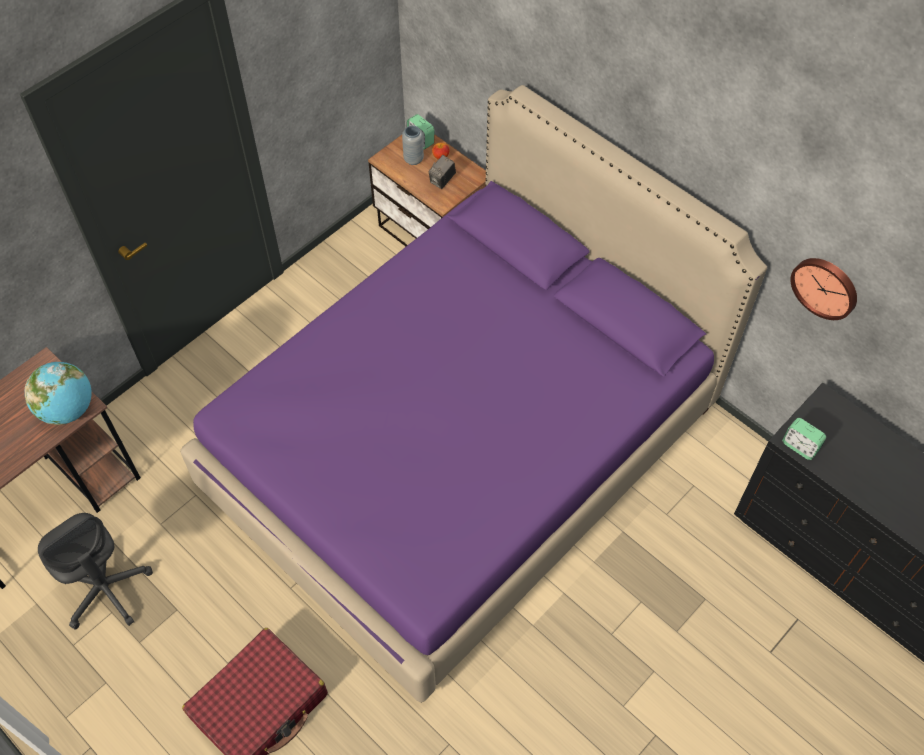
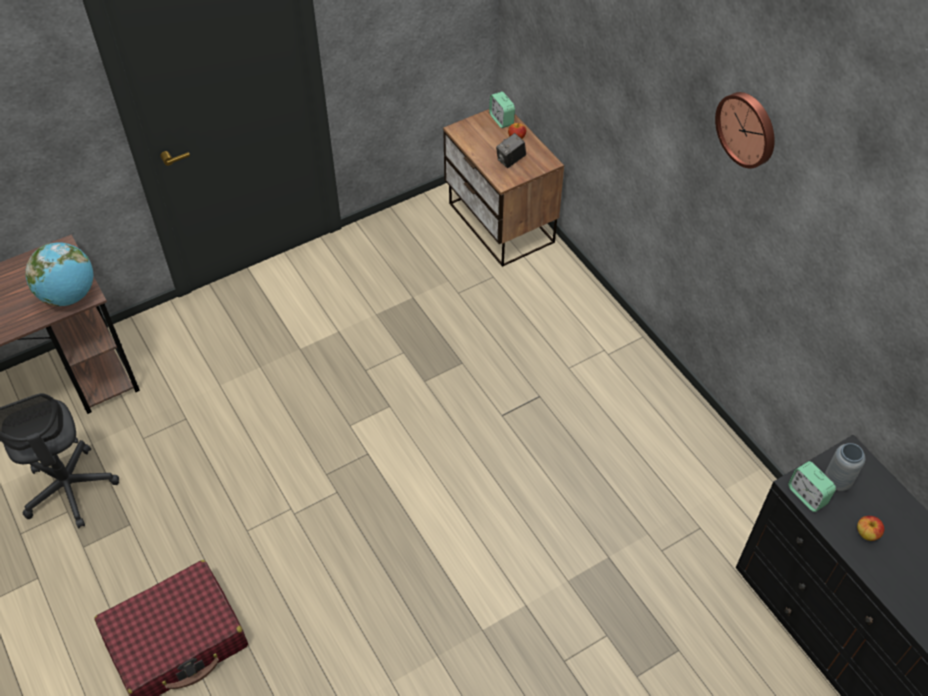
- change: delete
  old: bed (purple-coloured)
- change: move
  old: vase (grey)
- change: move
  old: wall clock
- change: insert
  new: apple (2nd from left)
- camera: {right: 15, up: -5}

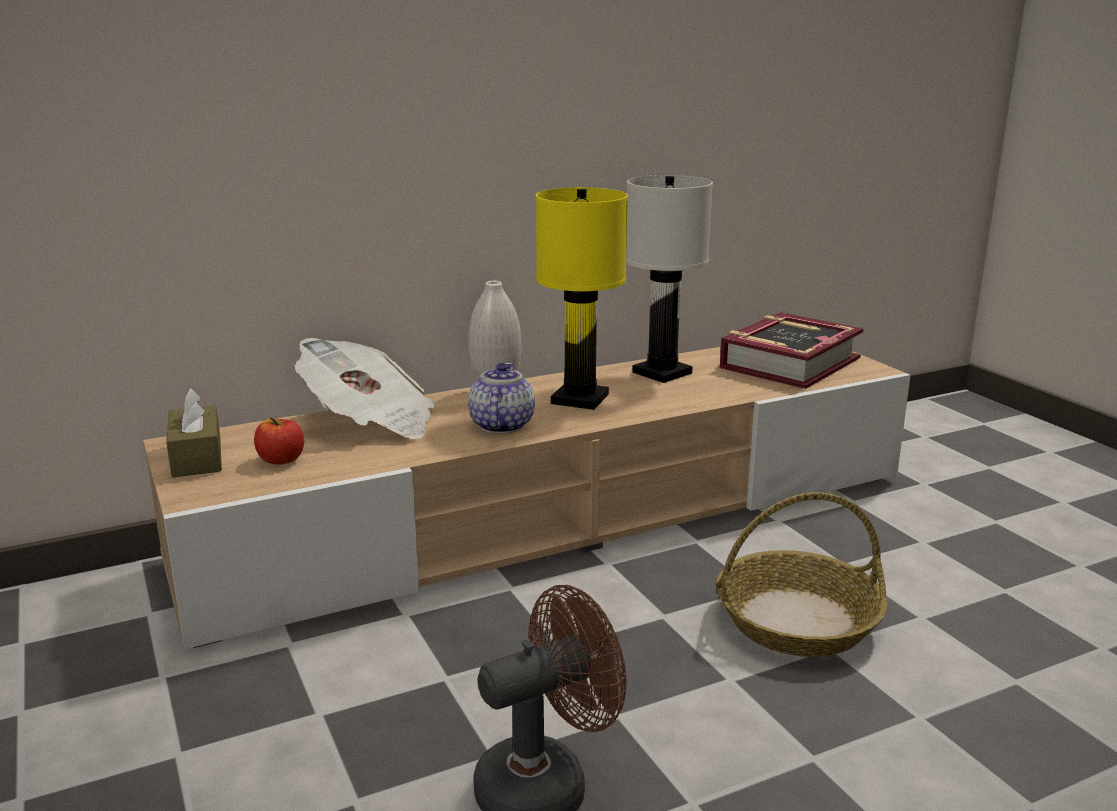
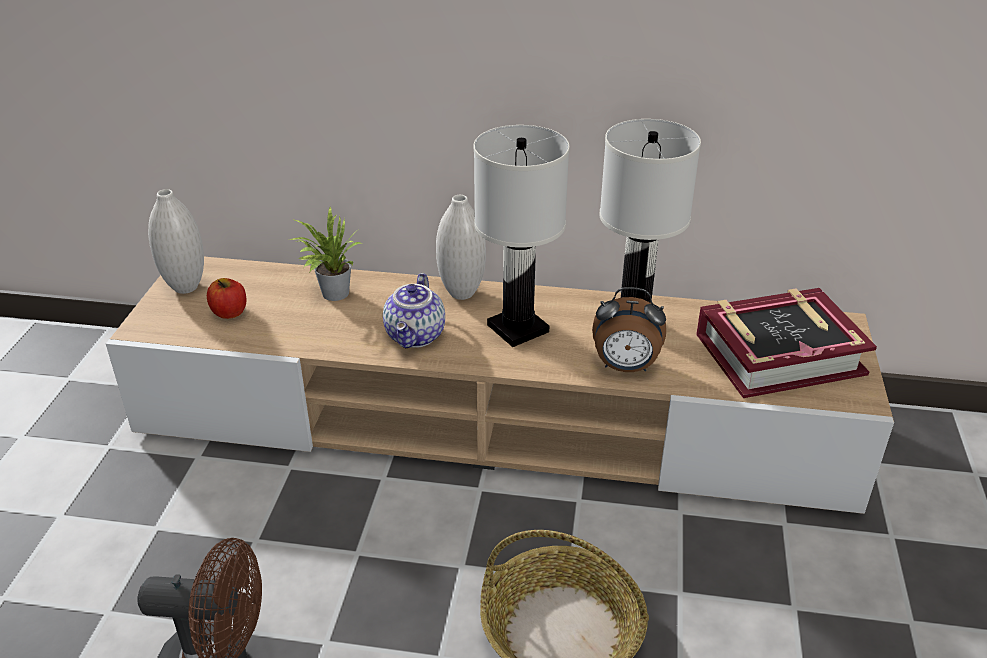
- change: replace
  old: box of tissues (brown-coloured)
  new: vase (white-coloured) (1st from left)
- change: replace
  old: newspaper
  new: houseplant
- change: rotate
  old: pot for tea
  degrees: 150
- change: recolor
  old: tabletop lamp (yellowish)
  new: tabletop lamp (white-coloured) (1st from left)
- change: insert
  new: table clock
- camera: {right: 35, up: 15}

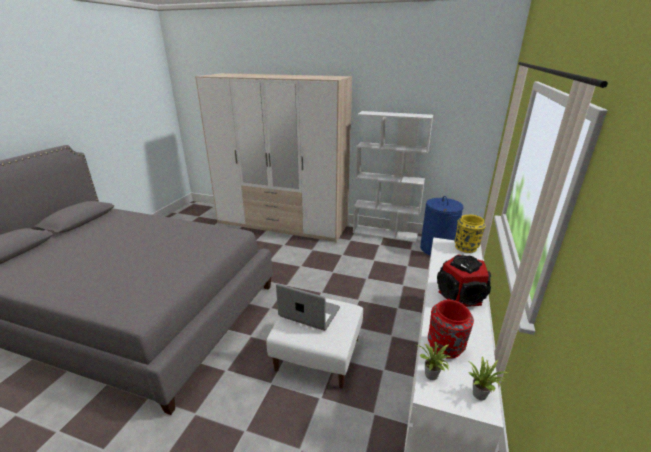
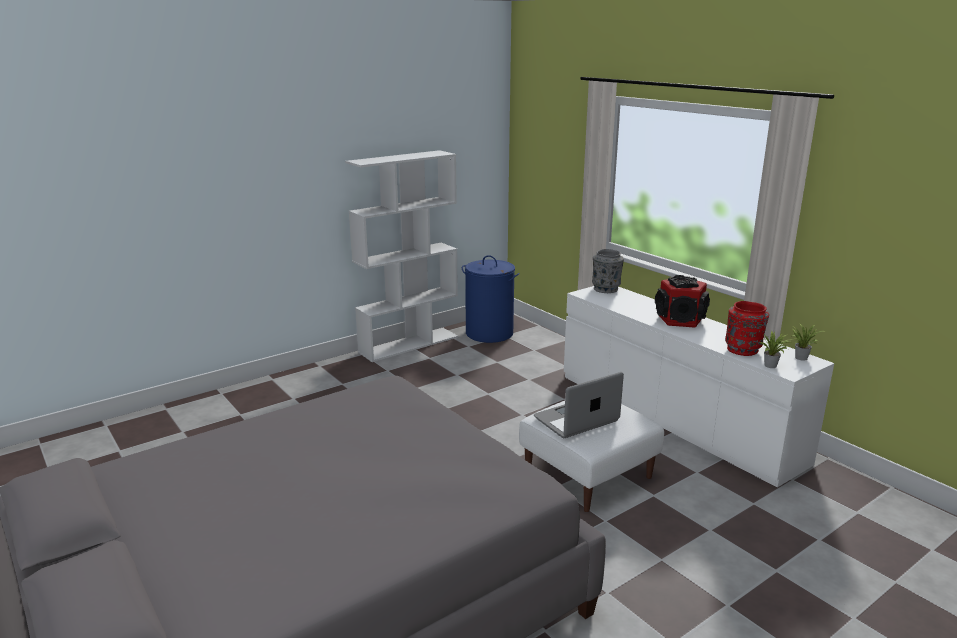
- change: delete
  old: armoire
- change: recolor
  old: vase (yellowish)
  new: vase (grey)
- camera: {right: -55, up: -5}

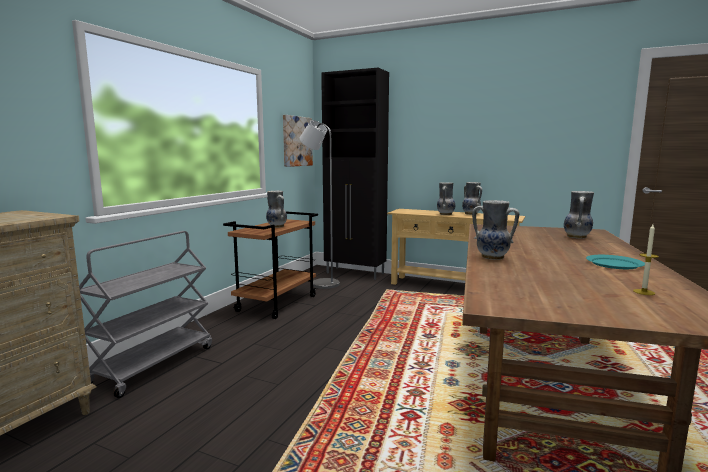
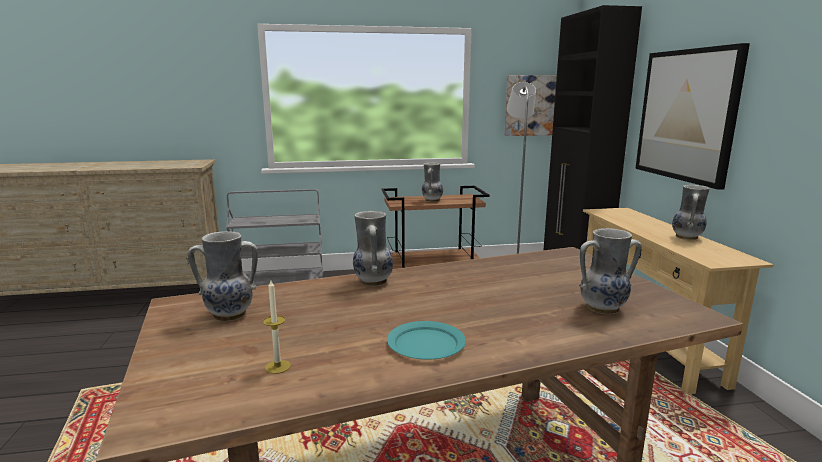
- change: move
  old: vase (2nd from left in the first image)
  new: vase (1st from left)
- change: insert
  new: wall picture (2nd from left)
- camera: {right: 55, up: 5}

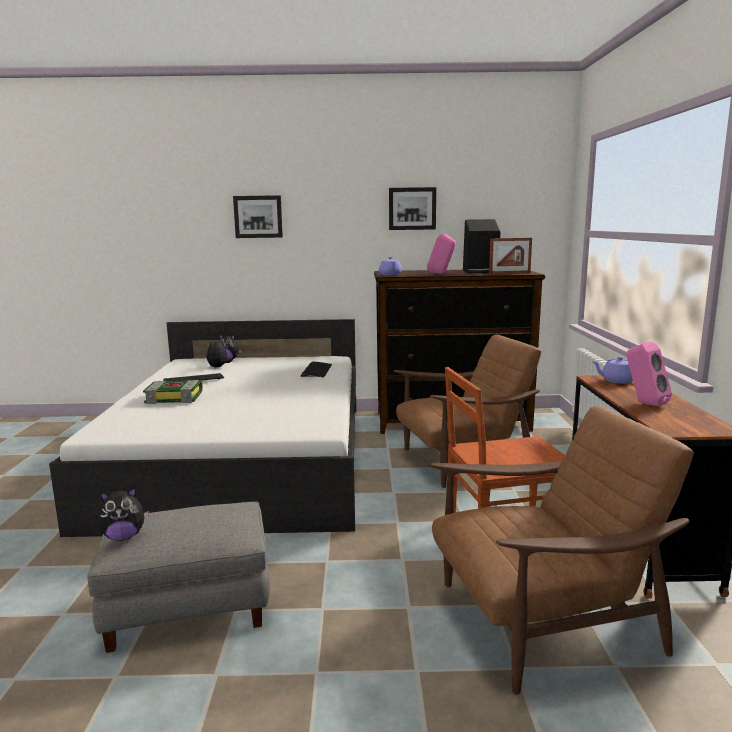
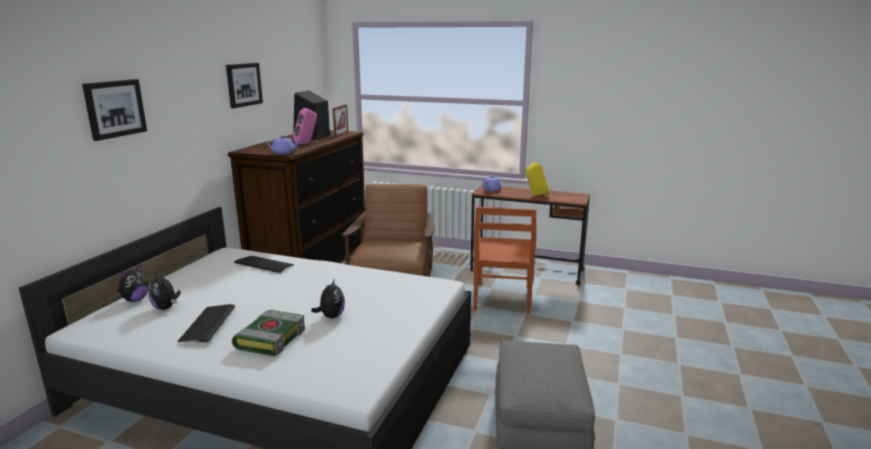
- change: move
  old: soft toy (1st from left in the first image)
  new: soft toy (3rd from left)
- change: delete
  old: easy chair (brown-coloured) (2nd from left)
- change: recolor
  old: loudspeaker (pinkish) (2nd from left)
  new: loudspeaker (yellowish)
- camera: {right: -70, up: 5}

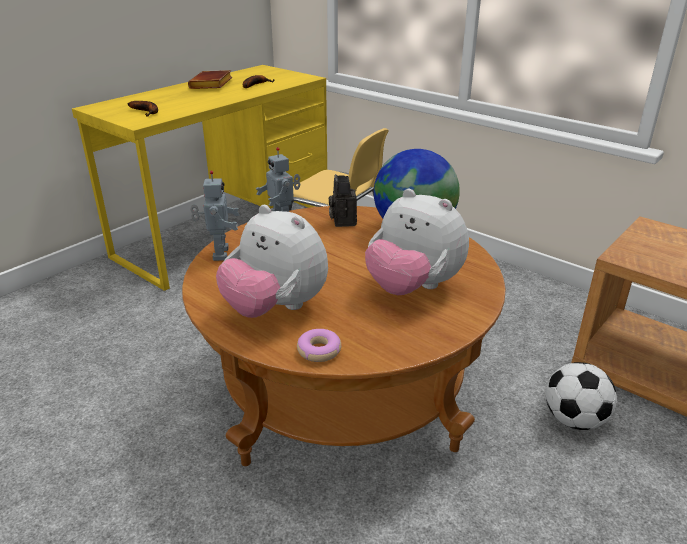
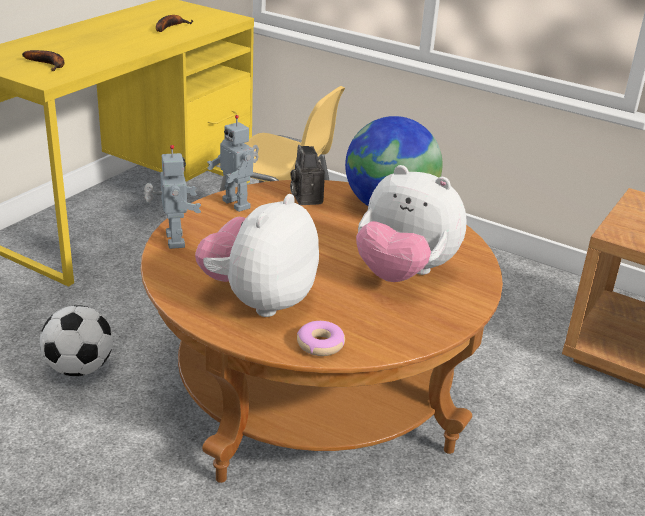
- change: delete
  old: volume (brown-coloured)
- change: rotate
  old: soft toy (1st from left)
  degrees: 90
- change: move
  old: football ball
- camera: {right: -10, up: 0}

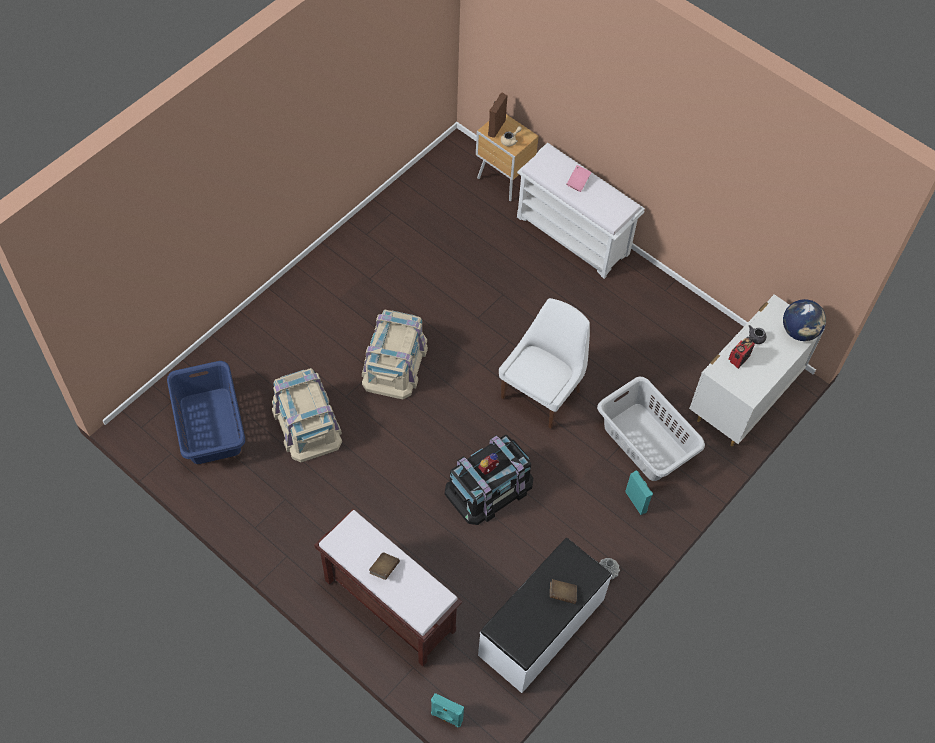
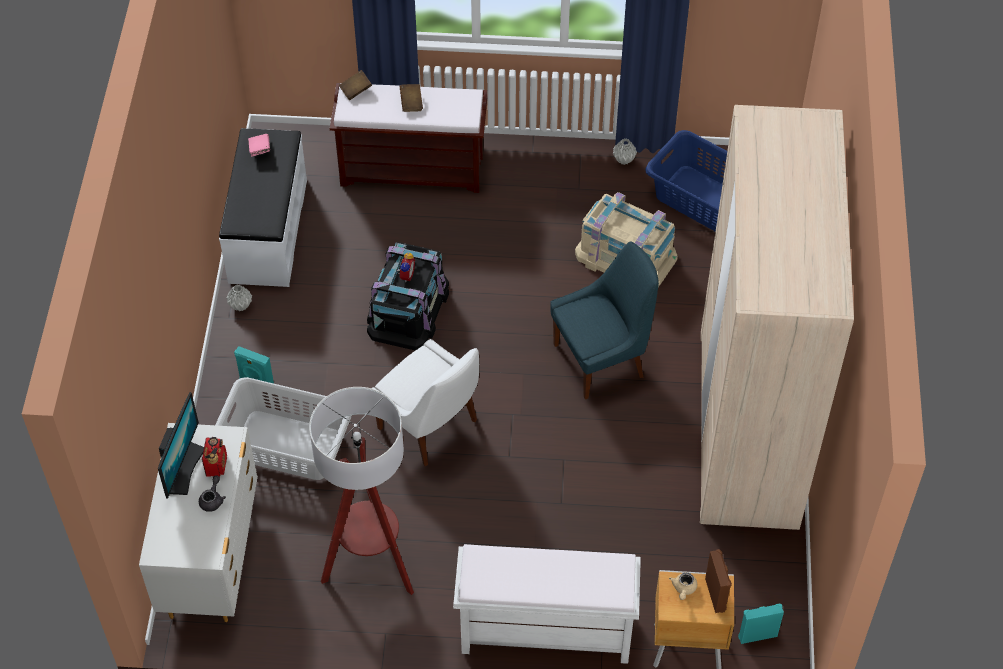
- change: replace
  old: storage bin (sand-coloured) (2nd from left)
  new: plain chair (blue)
- change: move
  old: loudspeaker (turquoise) (1st from left in the first image)
  new: loudspeaker (turquoise) (2nd from left)
- change: rotate
  old: plain chair (white-coloured)
  degrees: -45
- change: move
  old: volume (brown-coloured) (2nd from left in the first image)
  new: volume (brown-coloured) (1st from left)
- change: move
  old: volume (pinkish)
- change: delete
  old: world globe
- change: insert
  new: monitor
- change: insert
  new: floor lamp
- change: insert
  new: vase (grey) (2nd from left)
- change: insert
  new: armoire (sand-coloured)
- camera: {right: 145, up: -5}

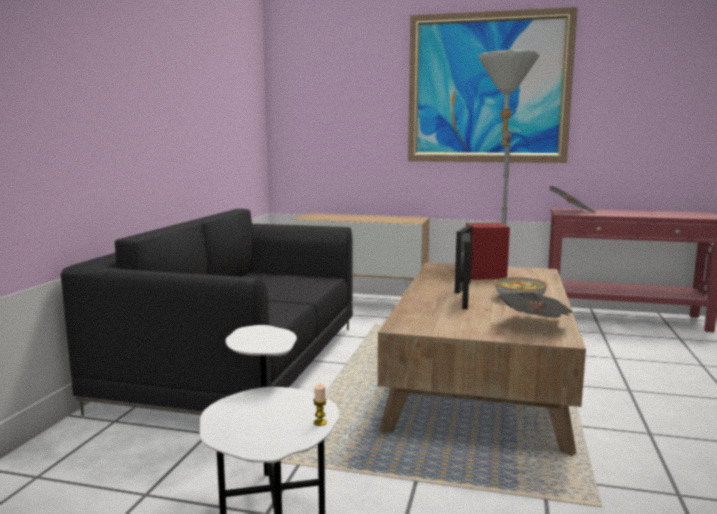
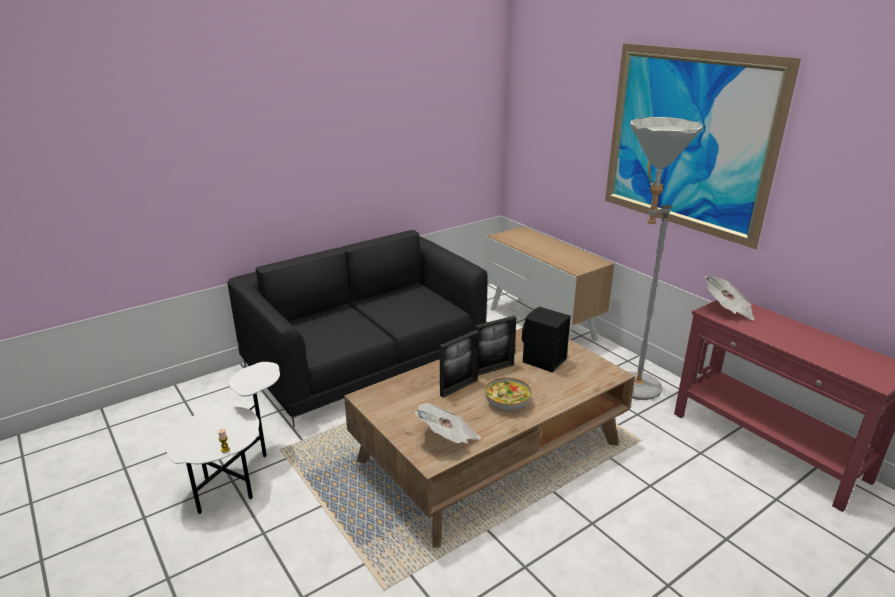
- change: recolor
  old: loudspeaker (reddish)
  new: loudspeaker (black-coloured)
- camera: {right: 40, up: 15}

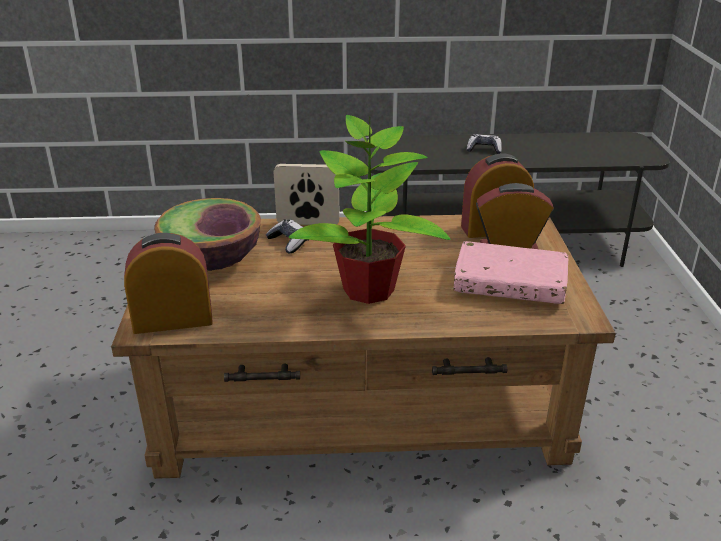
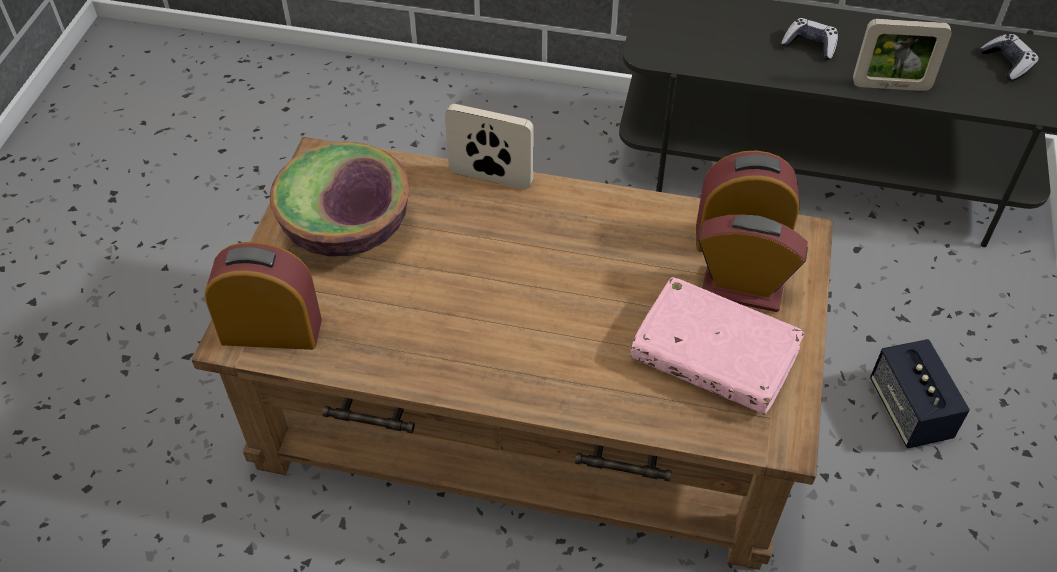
- change: move
  old: gamepad (1st from left in the first image)
  new: gamepad (2nd from left)
- change: delete
  old: houseplant
- change: insert
  new: standing frame (2nd from left)
- change: insert
  new: loudspeaker
- camera: {right: 15, up: 20}

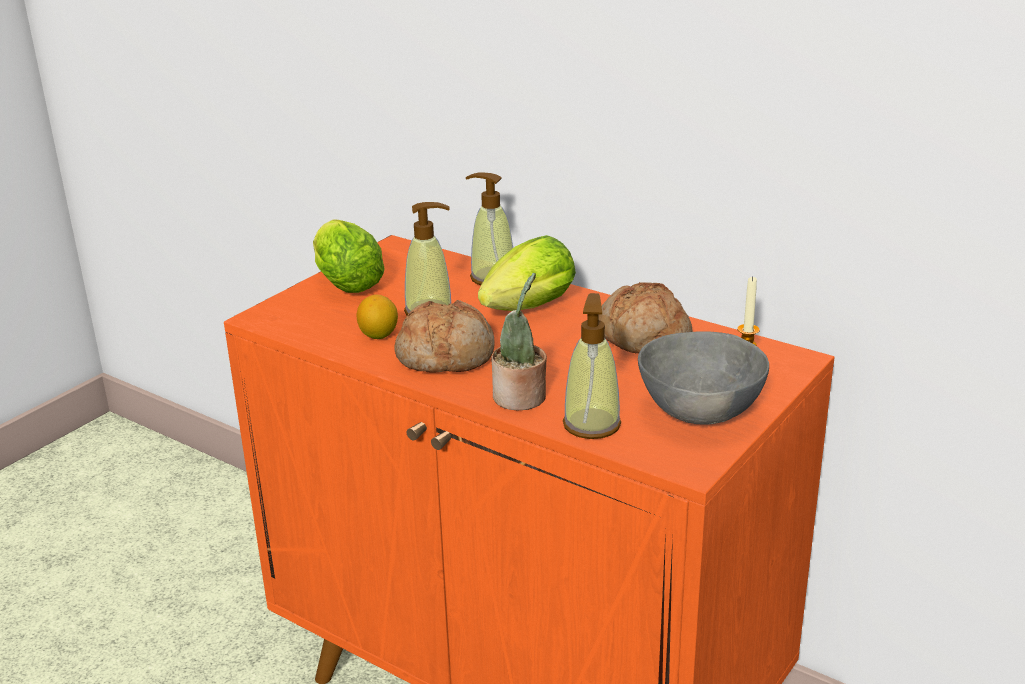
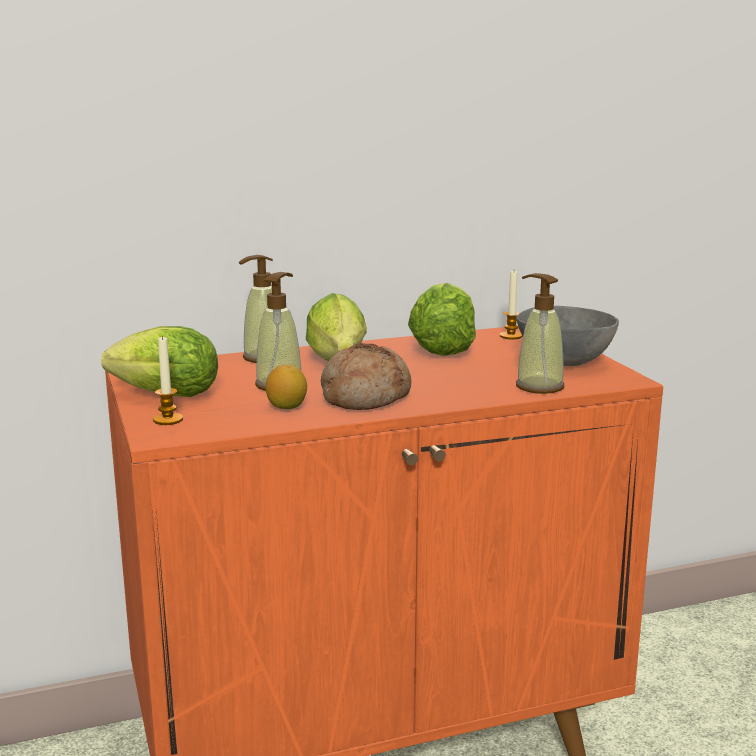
- change: delete
  old: houseplant
- change: replace
  old: bread (2nd from left)
  new: head of lettuce (3rd from left)
- change: insert
  new: wax light (1st from left)
- camera: {right: -55, up: -10}

